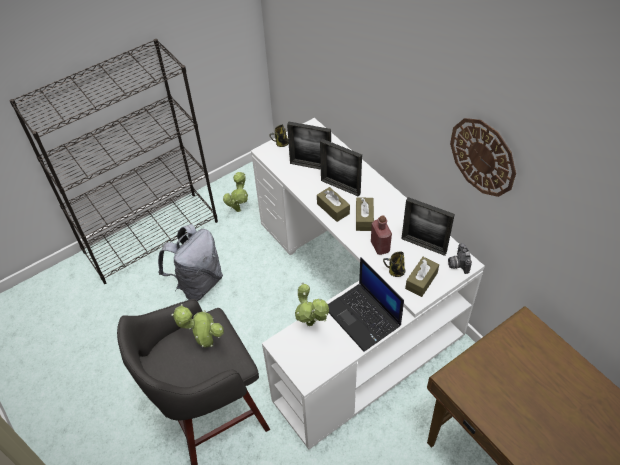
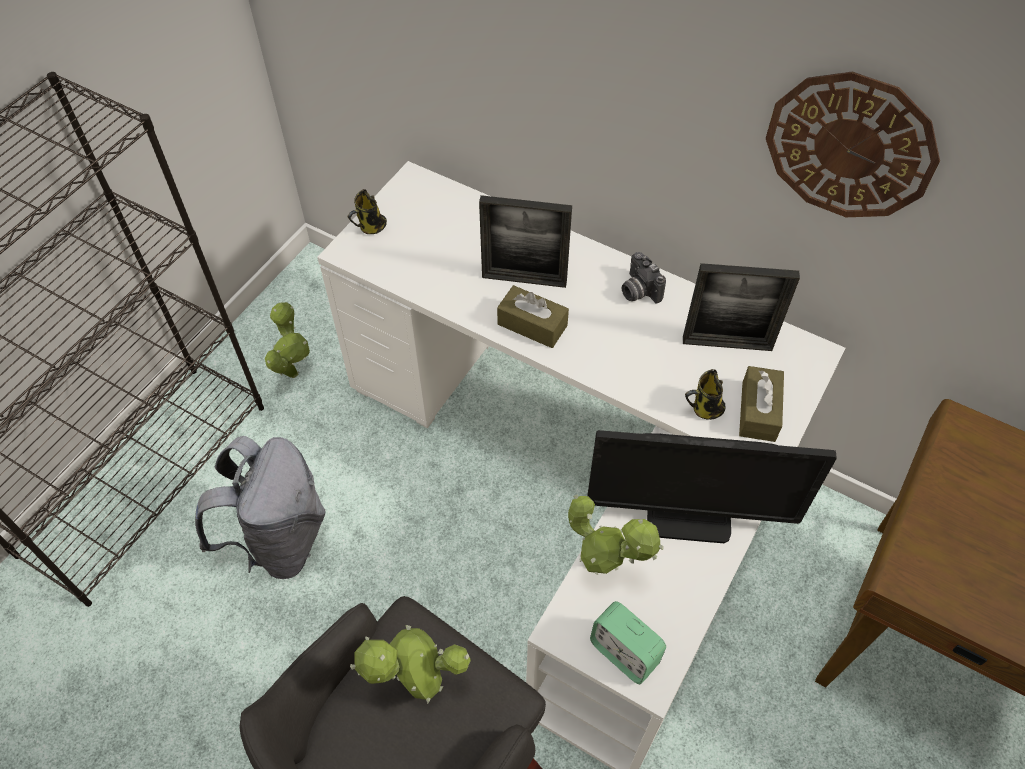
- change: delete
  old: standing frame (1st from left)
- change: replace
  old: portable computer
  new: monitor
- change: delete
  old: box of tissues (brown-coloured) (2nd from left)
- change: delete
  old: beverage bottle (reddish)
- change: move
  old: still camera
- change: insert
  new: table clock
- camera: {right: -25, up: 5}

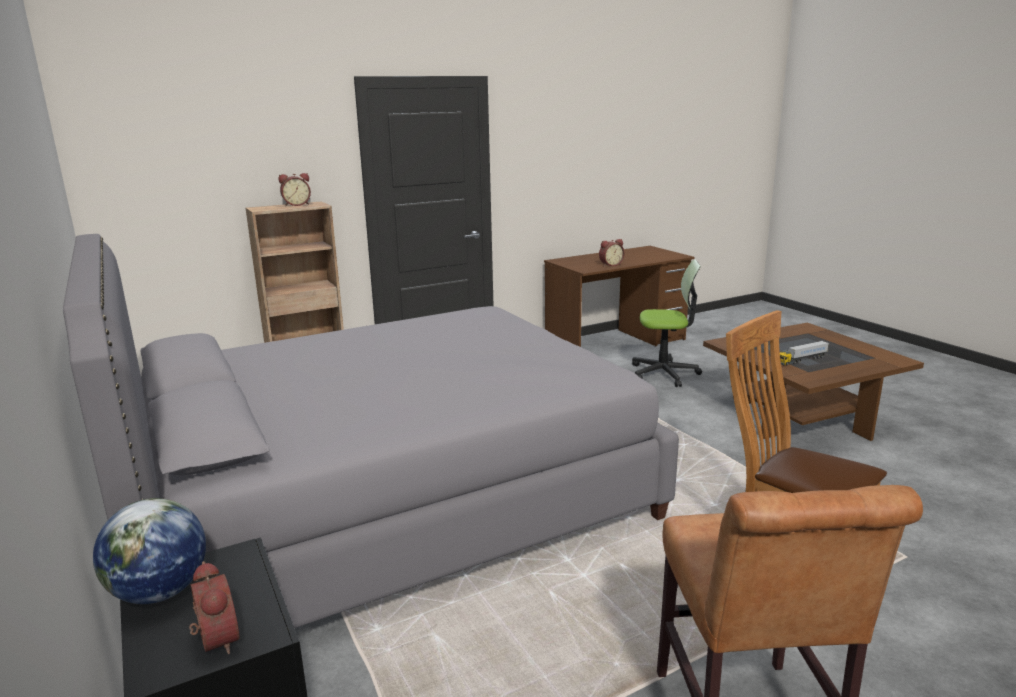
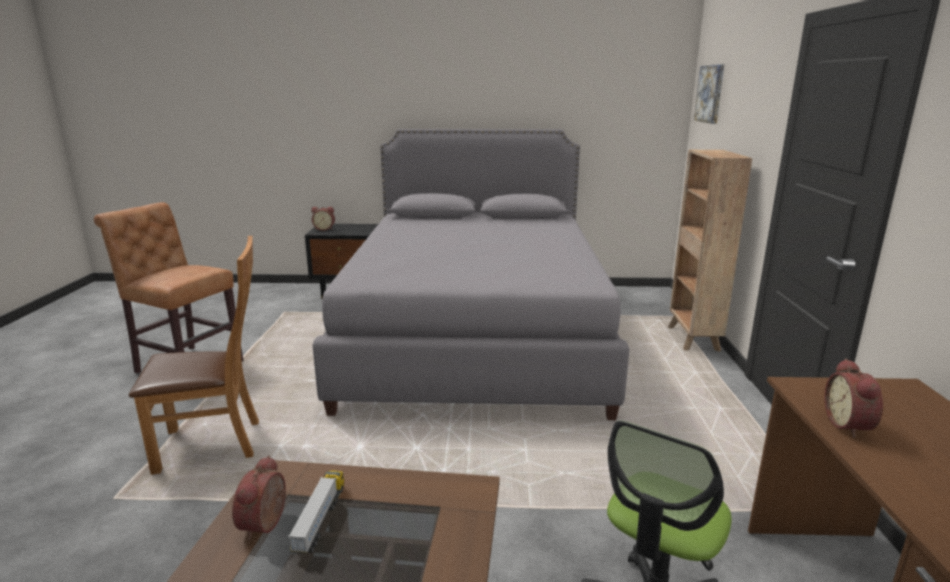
- change: delete
  old: world globe
- change: move
  old: table clock (2nd from left in the first image)
  new: table clock (1st from left)
- change: insert
  new: wall picture
- camera: {right: 120, up: 0}

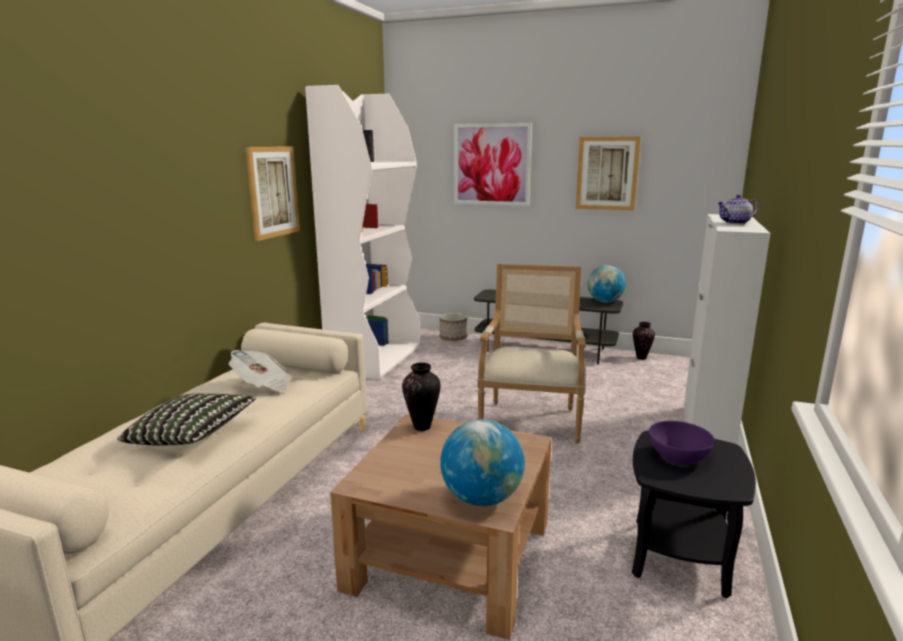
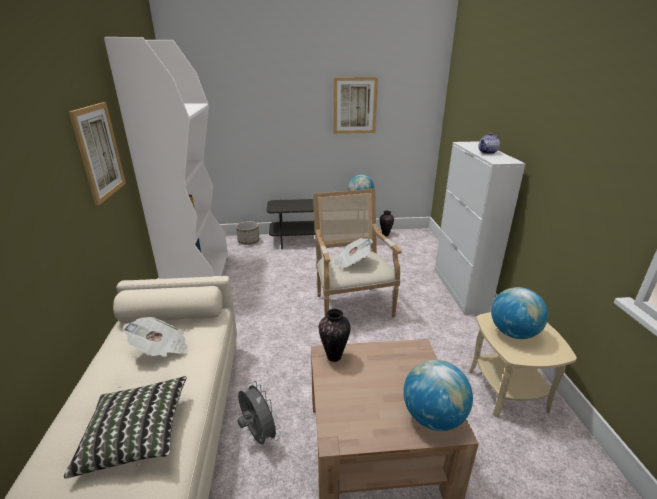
- change: delete
  old: wall picture (2nd from left)
- change: recolor
  old: accent table (black-coloured)
  new: accent table (sand-coloured)
- change: replace
  old: deep dish (purple-coloured)
  new: world globe (3rd from left)
- change: insert
  new: fan (grey)
- change: insert
  new: newspaper (2nd from left)
- camera: {right: -25, up: 10}

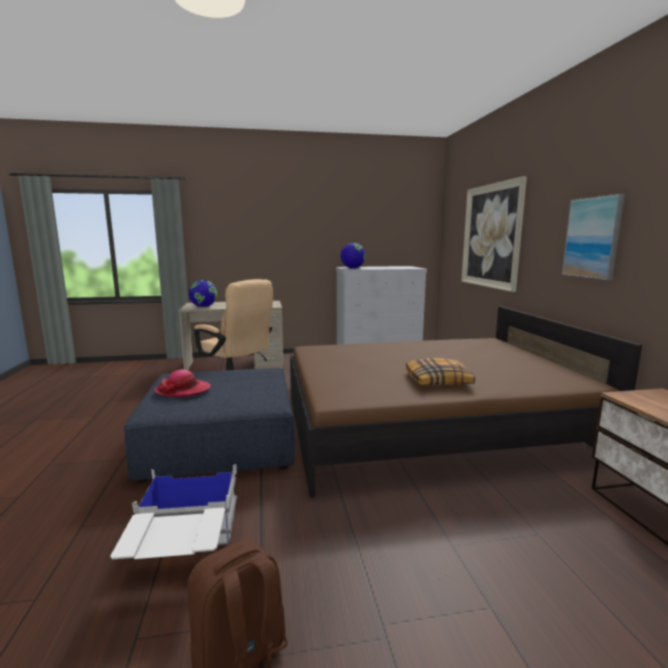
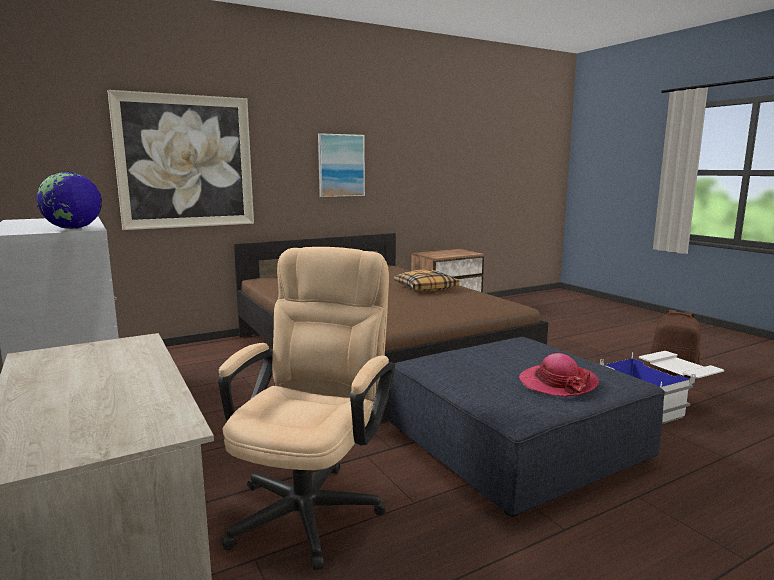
- change: delete
  old: world globe (1st from left)
- camera: {right: -110, up: 0}

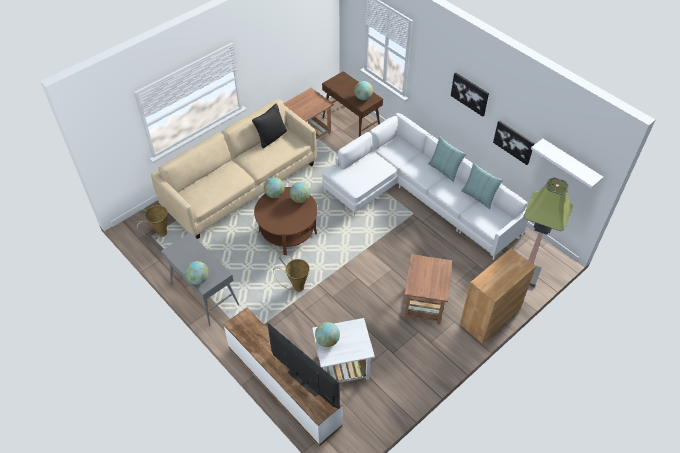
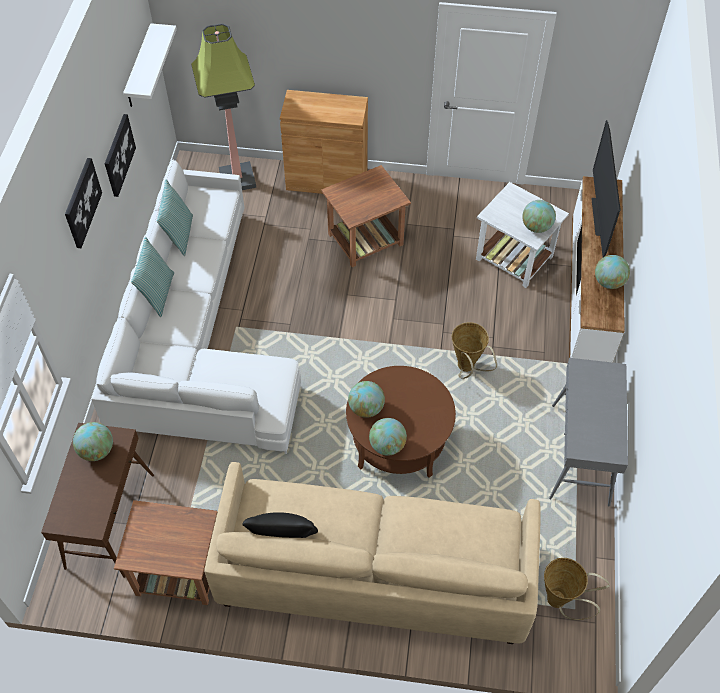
- change: move
  old: world globe (1st from left in the first image)
  new: world globe (5th from left)
- camera: {right: -130, up: 5}

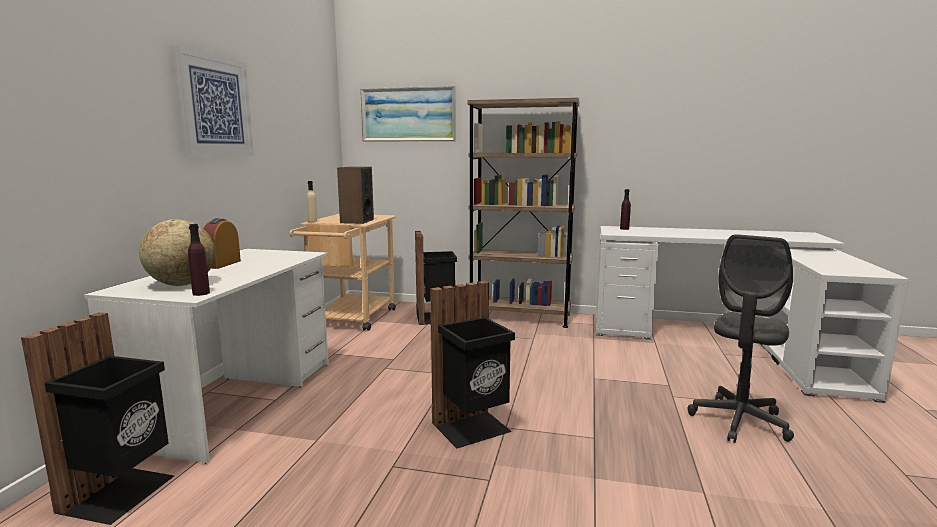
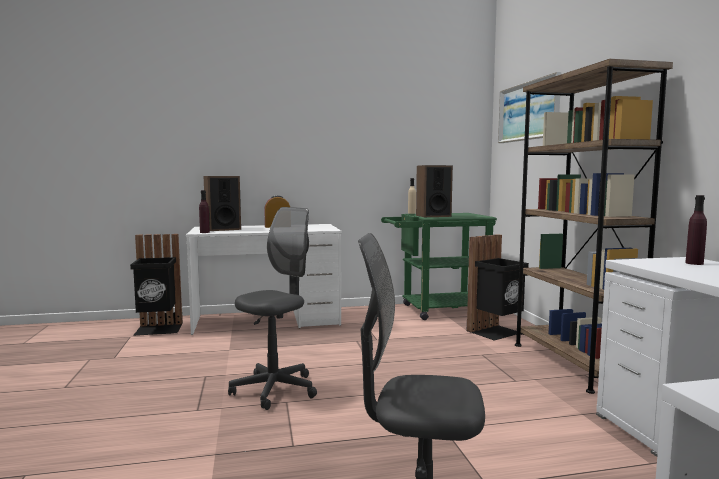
- change: replace
  old: world globe
  new: loudspeaker (1st from left)
- change: delete
  old: wall picture (1st from left)
- change: recolor
  old: wheeled cart (sand-coloured)
  new: wheeled cart (green)
- change: replace
  old: waste bin (black-coloured) (3rd from left)
  new: computer chair (grey) (1st from left)
- camera: {right: 65, up: -5}

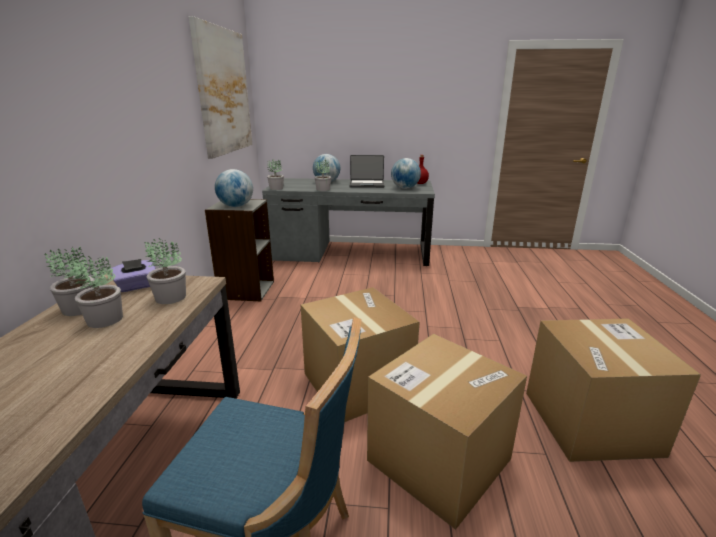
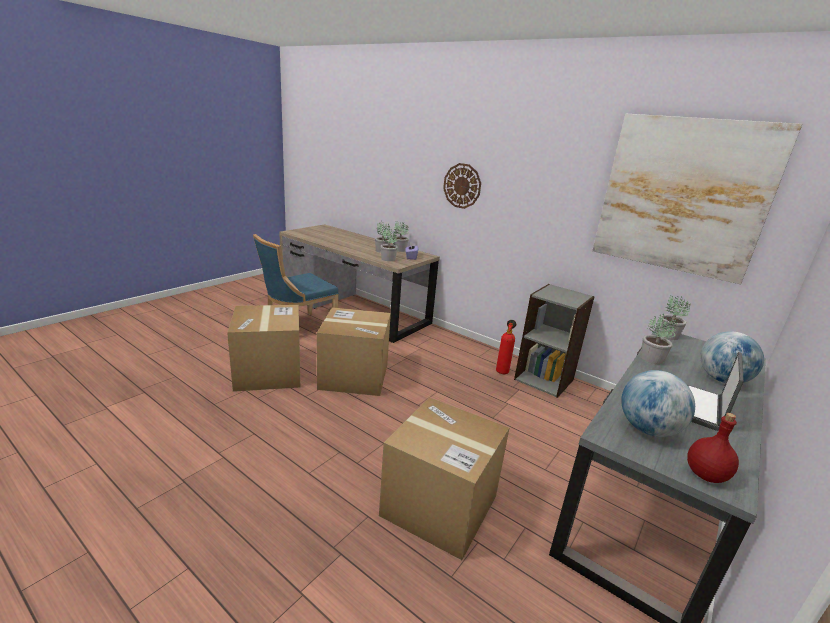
- change: delete
  old: world globe (1st from left)
- change: move
  old: cardboard box (3rd from left)
- change: insert
  new: wall clock
- change: insert
  new: fire extinguisher
- camera: {right: 120, up: 0}

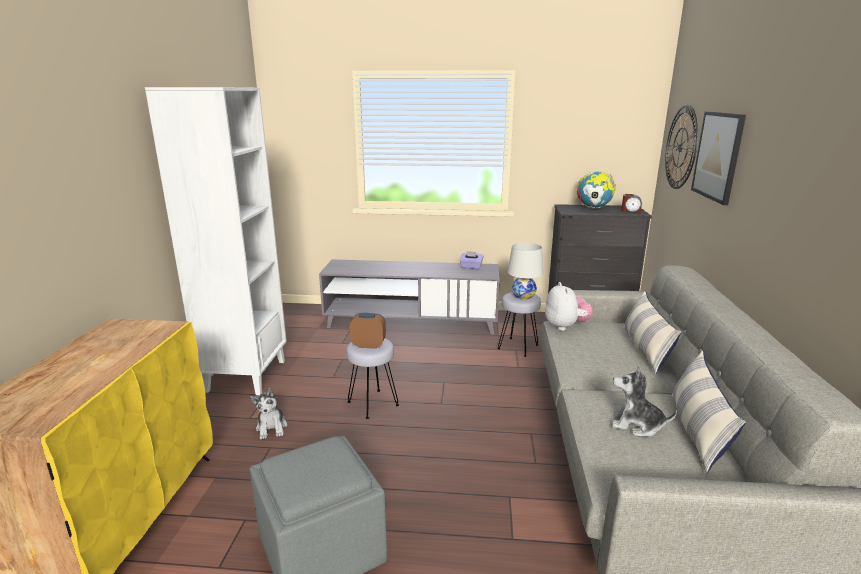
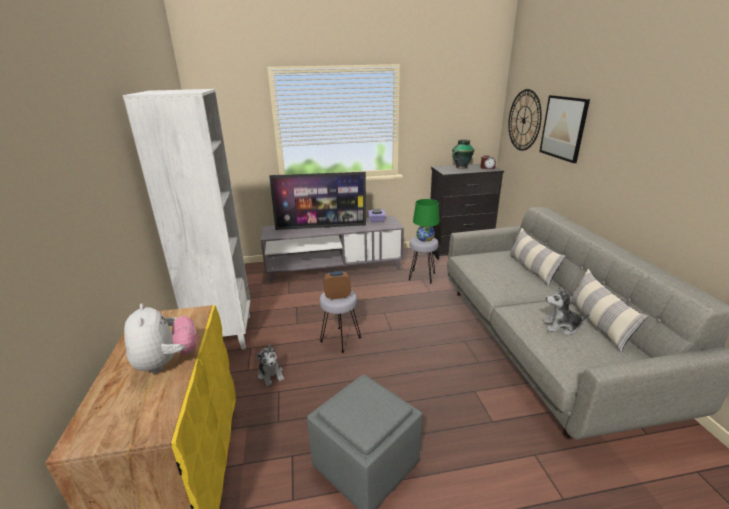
- change: recolor
  old: tabletop lamp (white-coloured)
  new: tabletop lamp (green)
- change: move
  old: soft toy (2nd from left in the first image)
  new: soft toy (1st from left)
- change: replace
  old: world globe
  new: vase
- change: insert
  new: TV set
- camera: {right: -15, up: 5}

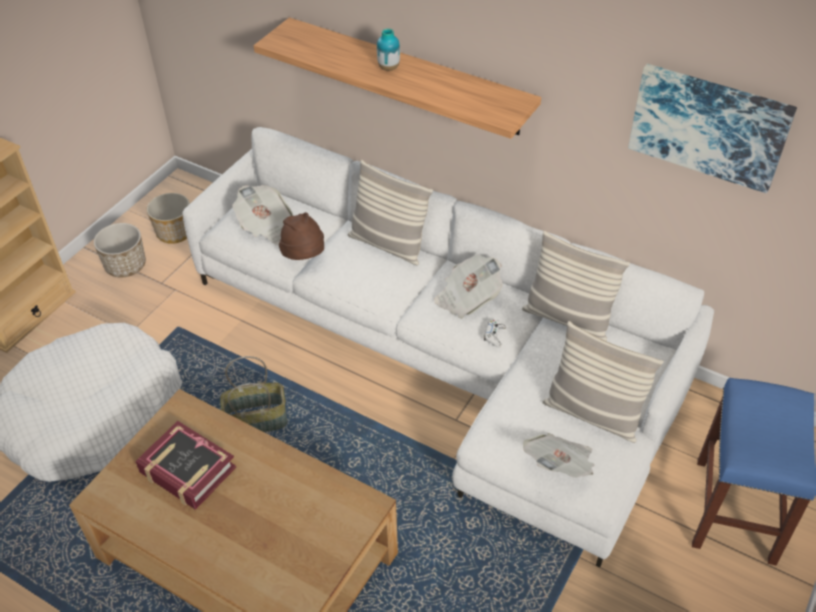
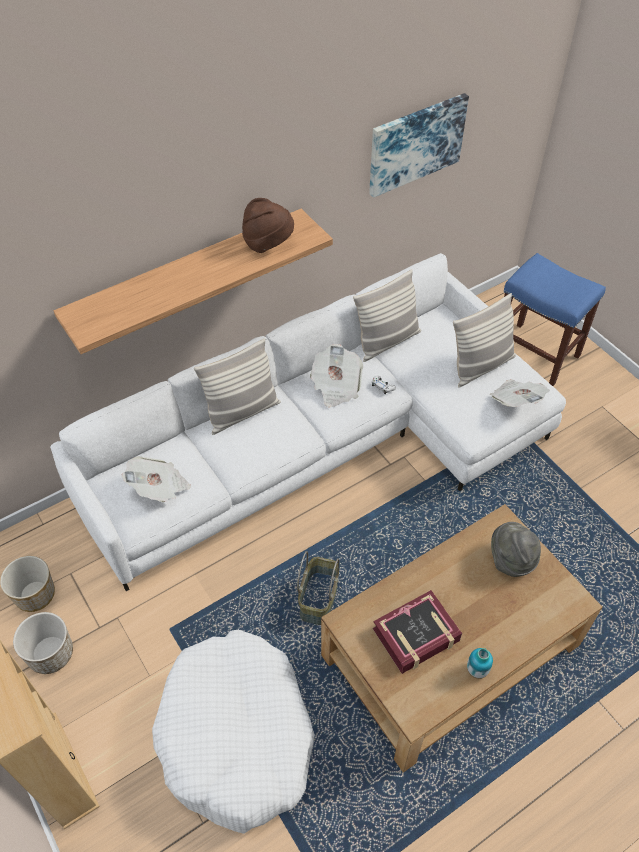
- change: move
  old: clothing hat (brown-coloured)
- change: move
  old: vase
- change: insert
  new: clothing hat (grey)
- camera: {right: -65, up: 5}

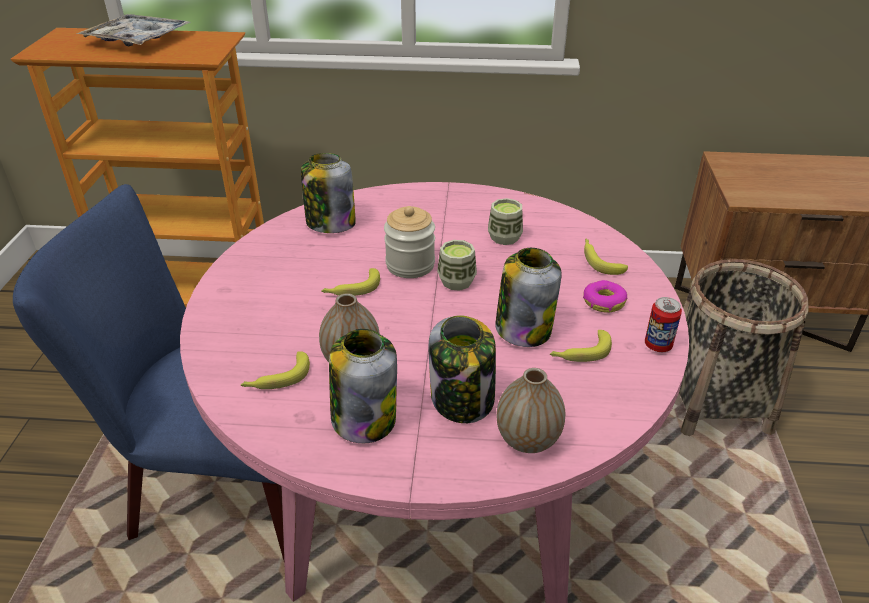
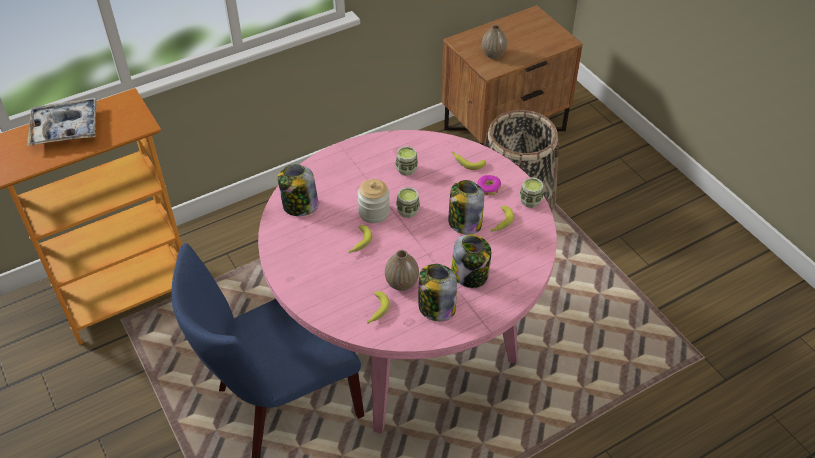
- change: move
  old: vase (2nd from left)
- change: replace
  old: metal can
  new: small cup (3rd from left)
- camera: {right: -35, up: 10}

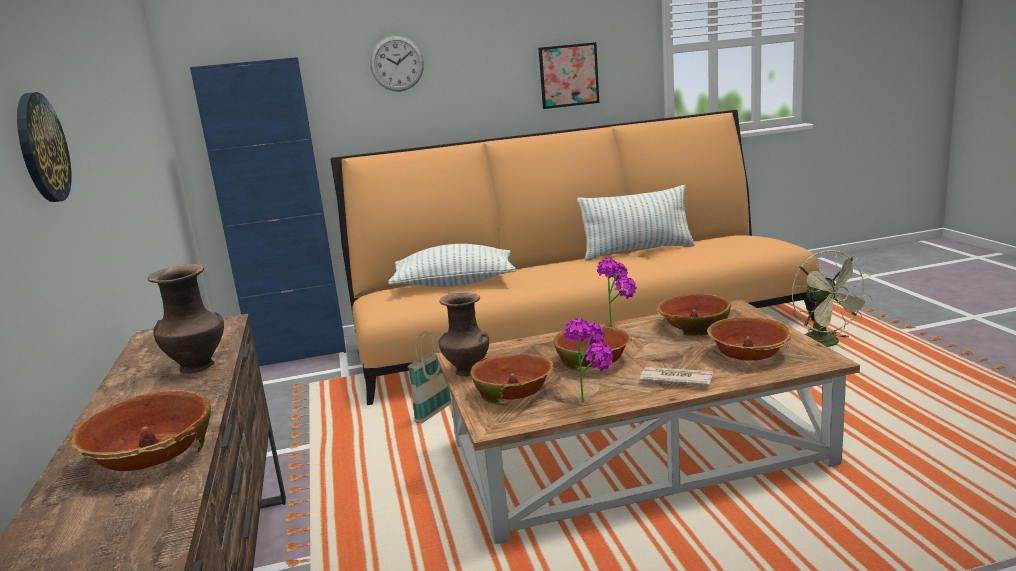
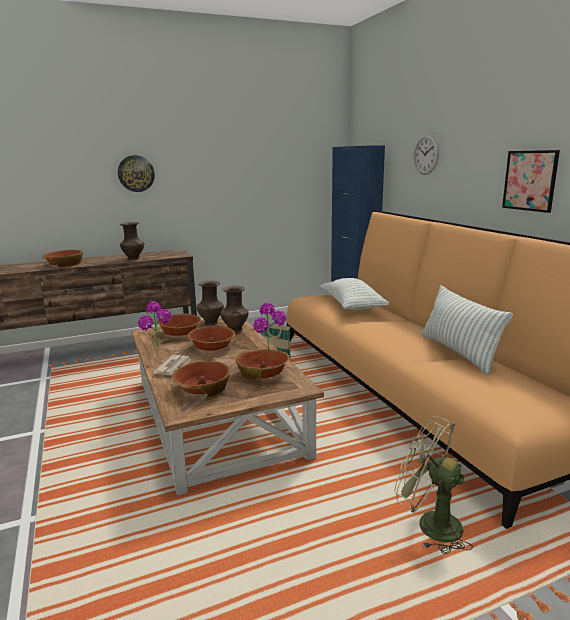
- change: rotate
  old: fan (green)
  degrees: 60
- change: insert
  new: vase (brown-coloured) (3rd from left)
- camera: {right: 80, up: 0}

